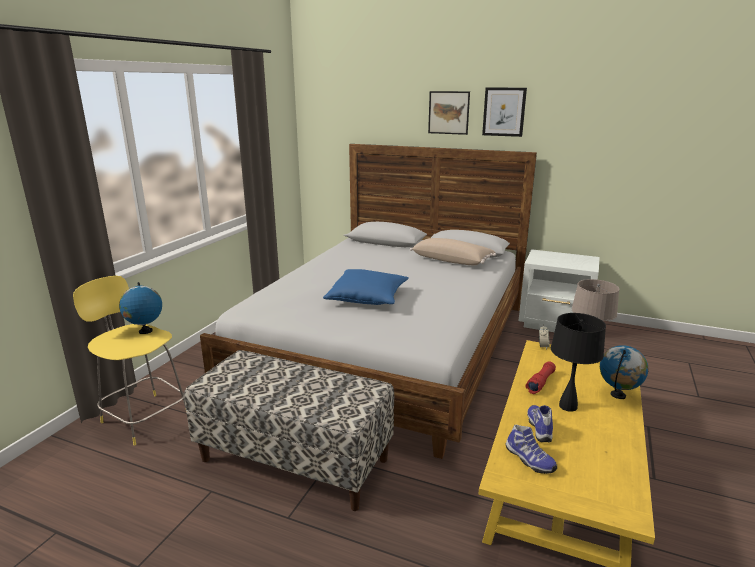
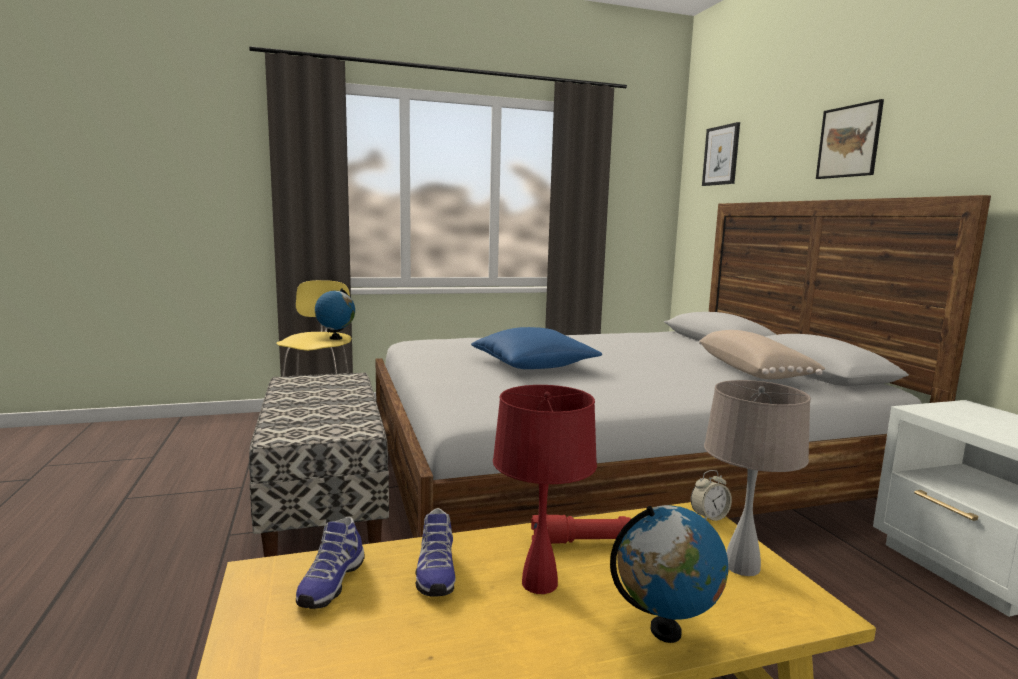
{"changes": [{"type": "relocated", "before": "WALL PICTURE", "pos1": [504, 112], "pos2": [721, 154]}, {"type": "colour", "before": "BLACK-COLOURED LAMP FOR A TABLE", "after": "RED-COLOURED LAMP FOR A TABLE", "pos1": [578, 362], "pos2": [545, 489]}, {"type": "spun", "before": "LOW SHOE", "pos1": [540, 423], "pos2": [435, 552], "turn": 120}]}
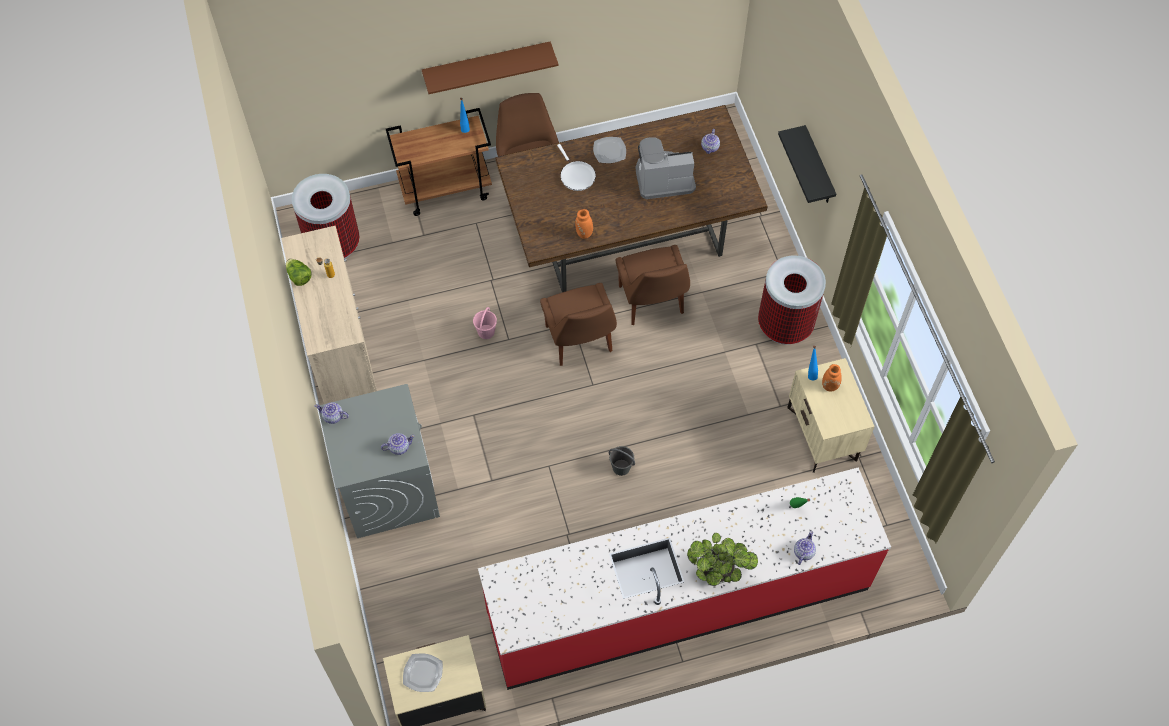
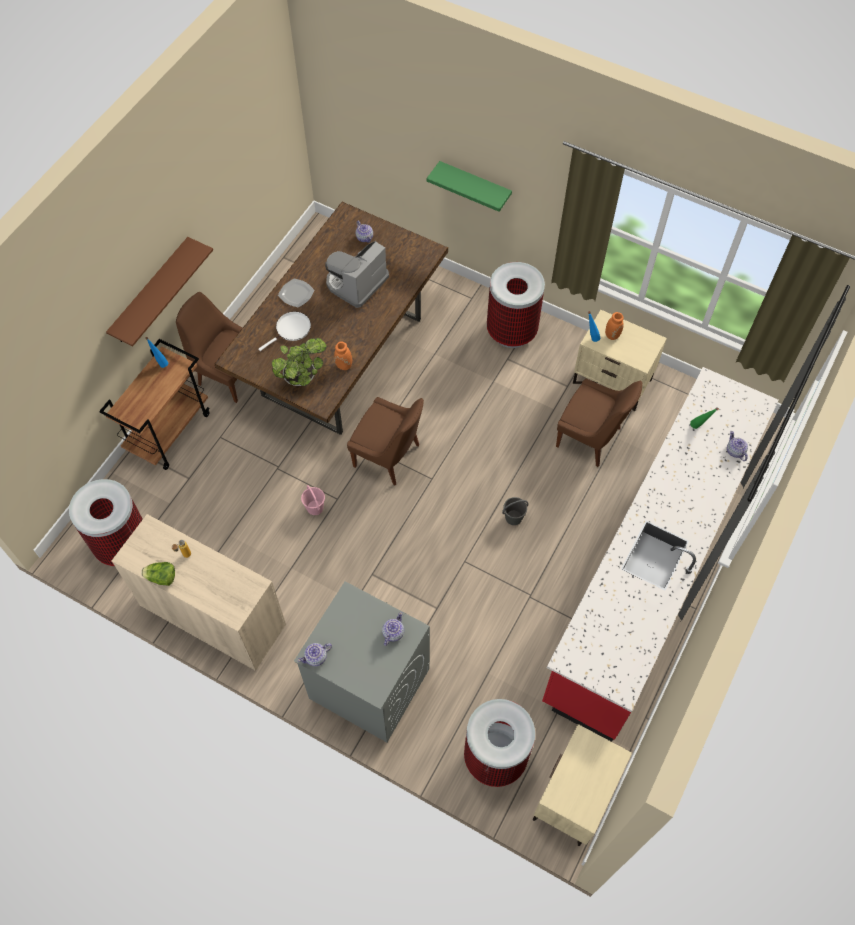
{"changes": [{"type": "colour", "before": "BLACK-COLOURED WALL SHELF", "after": "GREENISH WALL SHELF", "pos1": [807, 164], "pos2": [469, 186]}, {"type": "spun", "before": "WHITE SKILLET", "pos1": [576, 167], "pos2": [284, 331], "turn": -60}, {"type": "relocated", "before": "BROWN UPRIGHT CHAIR", "pos1": [653, 285], "pos2": [599, 422]}, {"type": "relocated", "before": "POTTED PLANT", "pos1": [722, 559], "pos2": [299, 362]}, {"type": "missing", "before": "FLAT DISH", "pos1": [423, 672]}, {"type": "appeared", "after": "TRASH CAN", "pos2": [499, 743]}]}
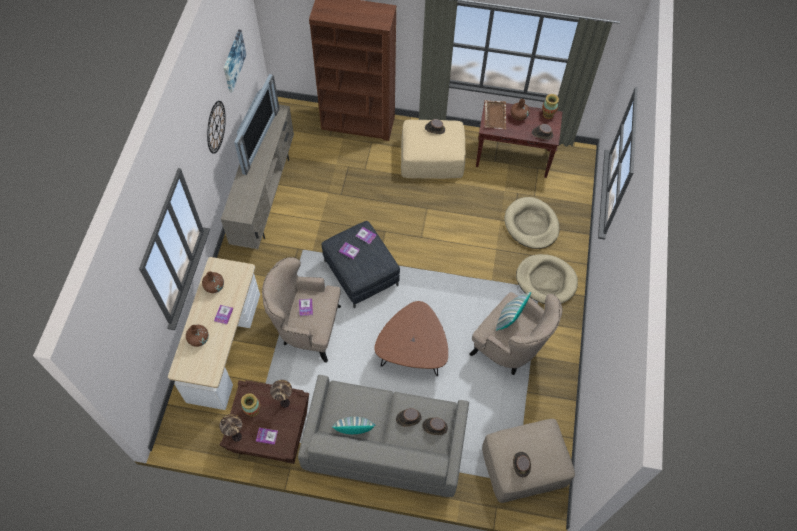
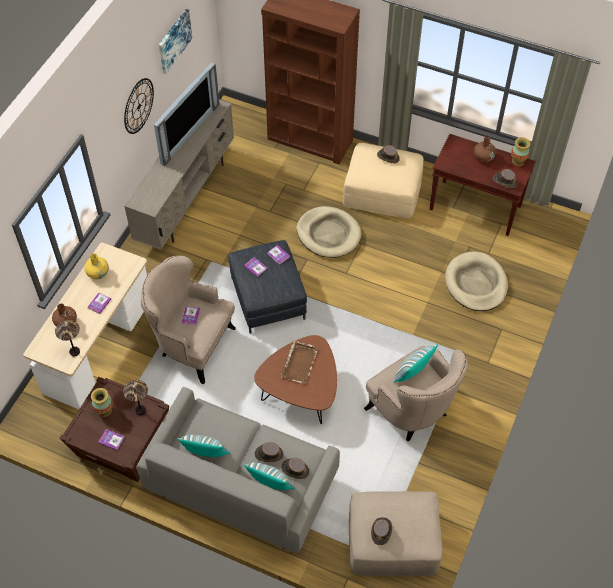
{"changes": [{"type": "relocated", "before": "BROWN CARRYING TRAY", "pos1": [495, 114], "pos2": [299, 362]}, {"type": "relocated", "before": "BEIGE DOG CUSHION", "pos1": [547, 279], "pos2": [329, 232]}, {"type": "colour", "before": "BROWN DECORATIVE VASE", "after": "YELLOW DECORATIVE VASE", "pos1": [213, 282], "pos2": [97, 266]}, {"type": "relocated", "before": "LAMP FOR A TABLE", "pos1": [230, 428], "pos2": [67, 338]}, {"type": "appeared", "after": "CUSHION", "pos2": [269, 476]}]}
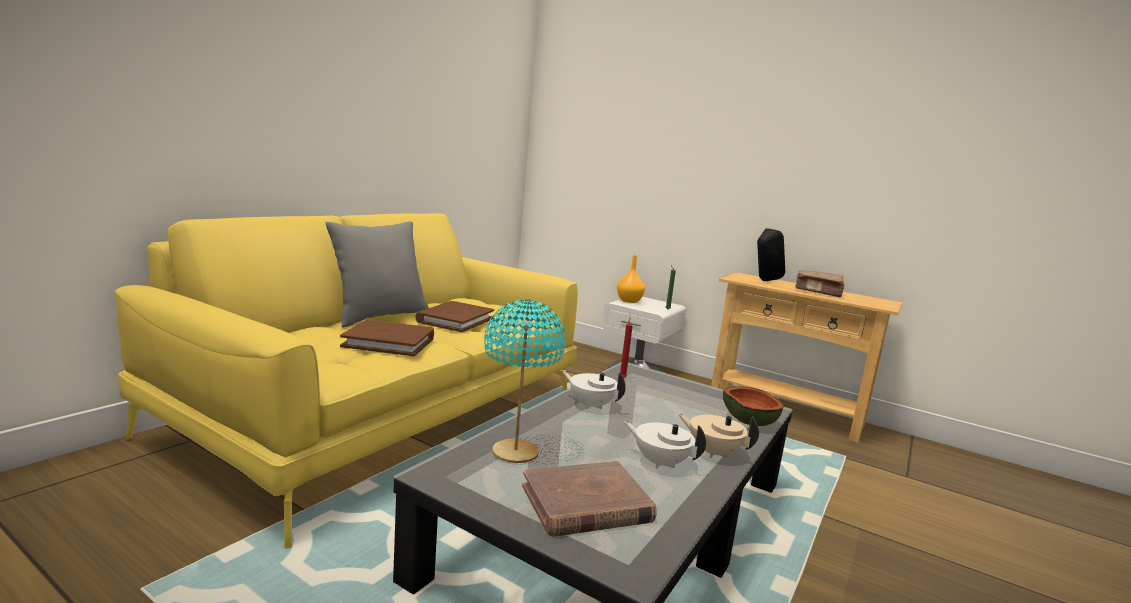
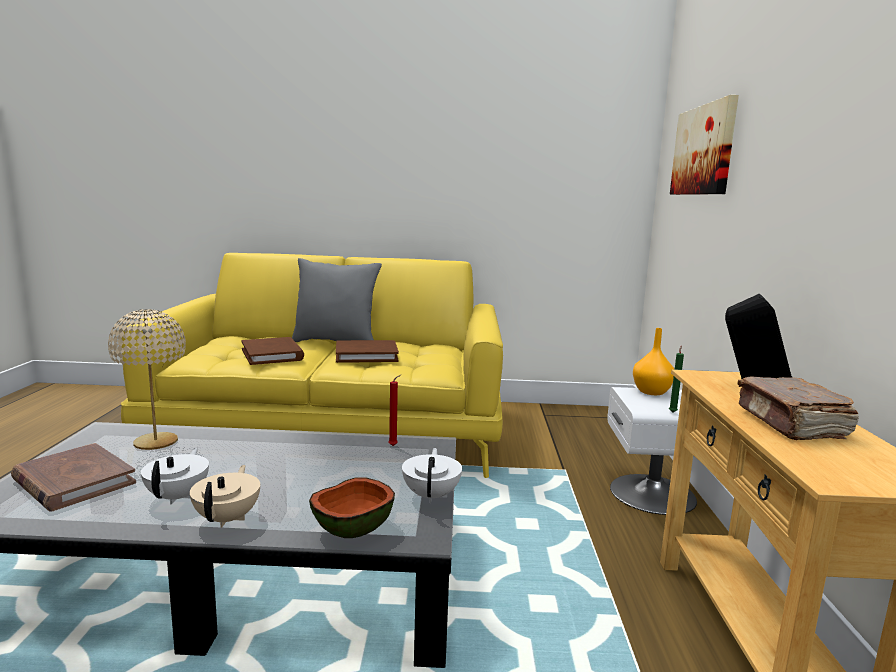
{"changes": [{"type": "colour", "before": "TURQUOISE-COLOURED LAMP FOR A TABLE", "after": "BEIGE LAMP FOR A TABLE", "pos1": [525, 381], "pos2": [147, 379]}, {"type": "relocated", "before": "WHITE POT FOR TEA", "pos1": [594, 390], "pos2": [432, 475]}, {"type": "appeared", "after": "WALL PICTURE", "pos2": [704, 145]}]}
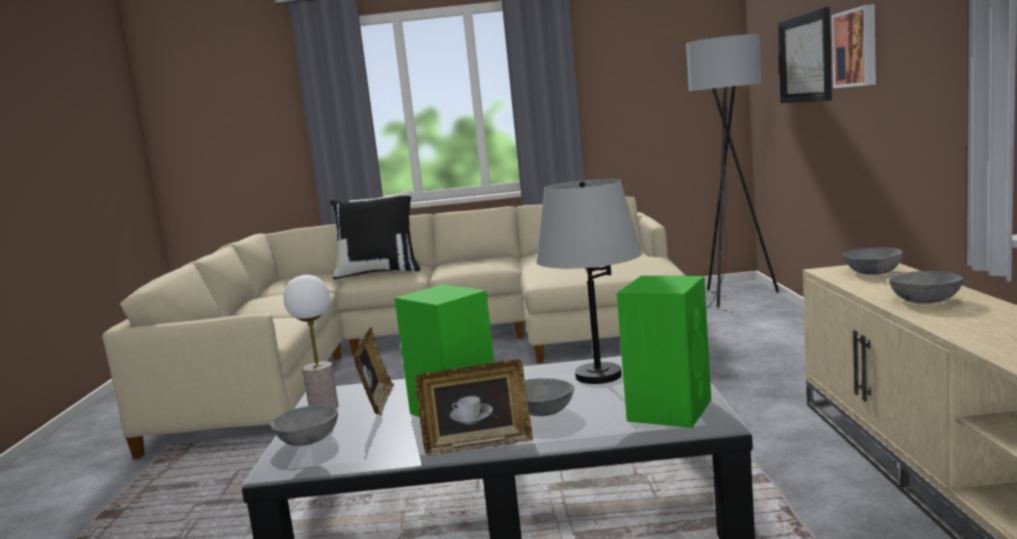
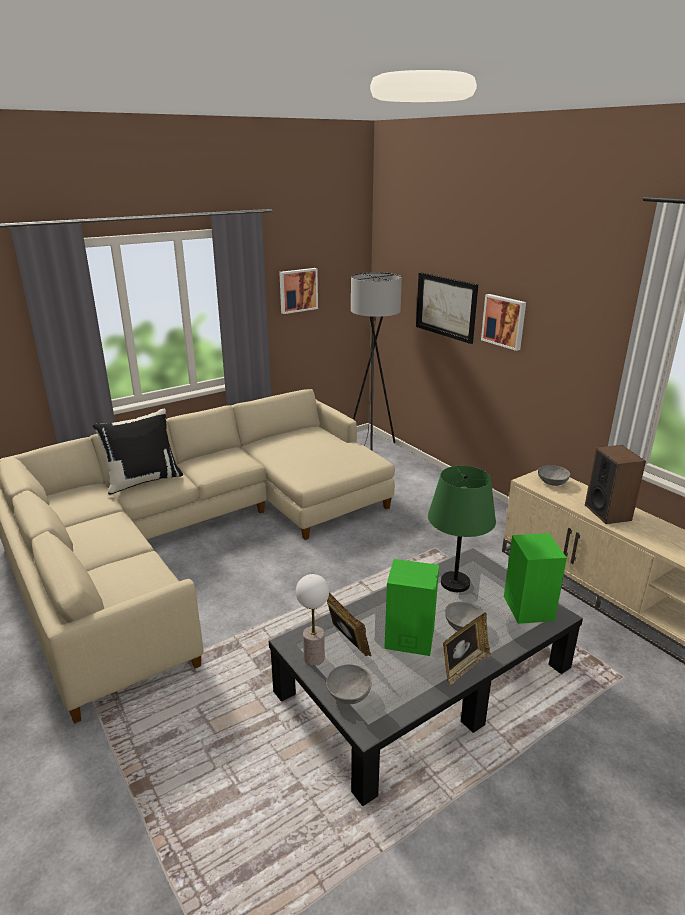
{"changes": [{"type": "colour", "before": "GREYISH LAMP FOR A TABLE", "after": "GREENISH LAMP FOR A TABLE", "pos1": [589, 281], "pos2": [462, 529]}, {"type": "exchanged", "before": "GREYISH DEEP DISH", "after": "AUDIO SPEAKER", "pos1": [926, 287], "pos2": [615, 484]}, {"type": "appeared", "after": "WALL PICTURE", "pos2": [298, 291]}]}
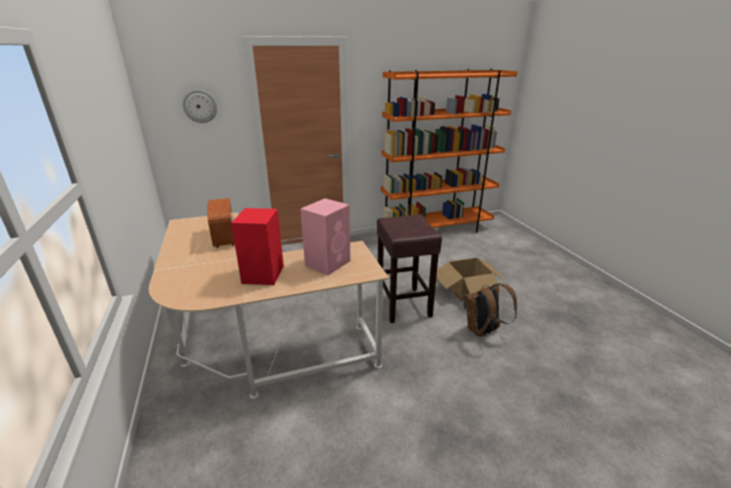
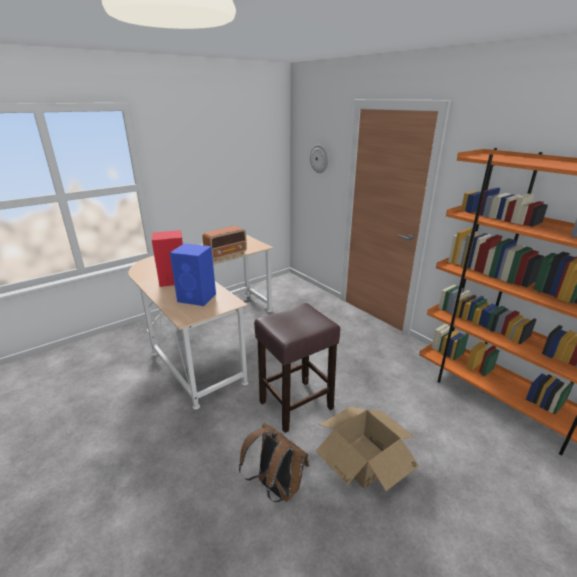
{"changes": [{"type": "colour", "before": "PINKISH AUDIO SPEAKER", "after": "BLUE AUDIO SPEAKER", "pos1": [325, 236], "pos2": [193, 274]}]}
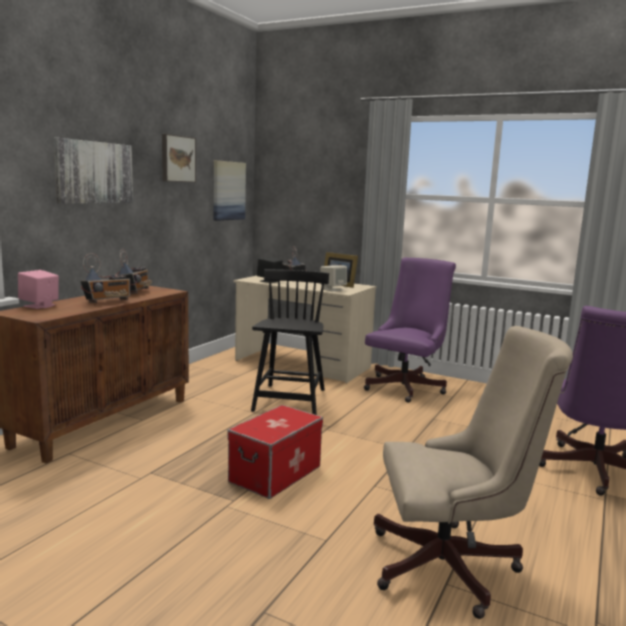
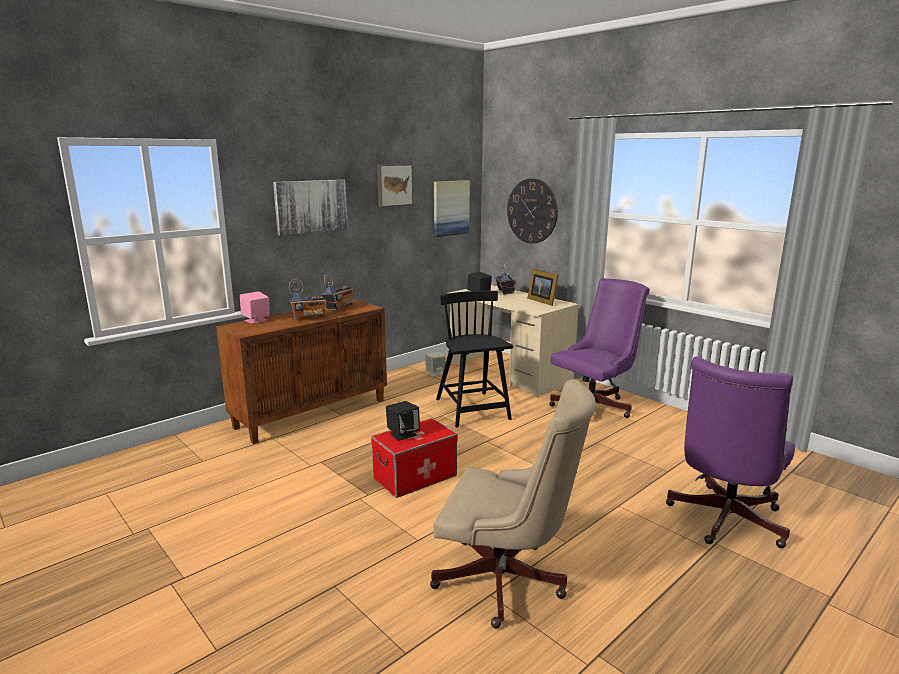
{"changes": [{"type": "relocated", "before": "BEIGE AUDIO SPEAKER", "pos1": [333, 278], "pos2": [435, 364]}, {"type": "spun", "before": "BLACK-COLOURED UPRIGHT CHAIR", "pos1": [290, 342], "pos2": [474, 359], "turn": -45}, {"type": "appeared", "after": "HANGING CLOCK", "pos2": [532, 211]}, {"type": "appeared", "after": "BLACK-COLOURED AUDIO SPEAKER", "pos2": [403, 421]}]}
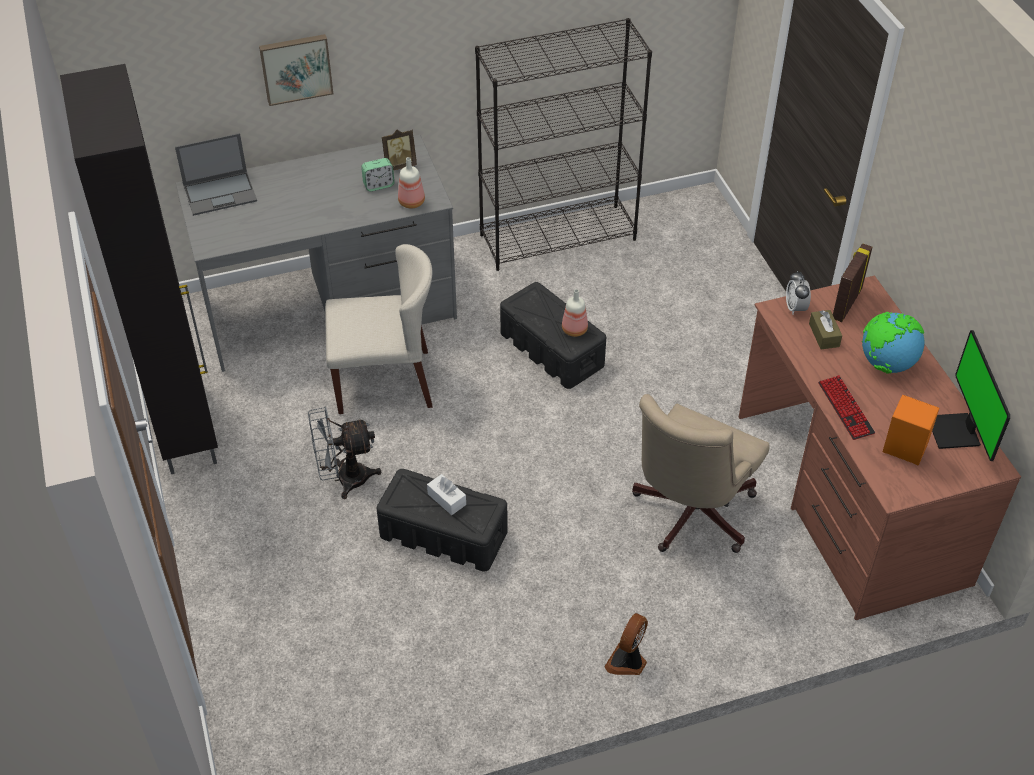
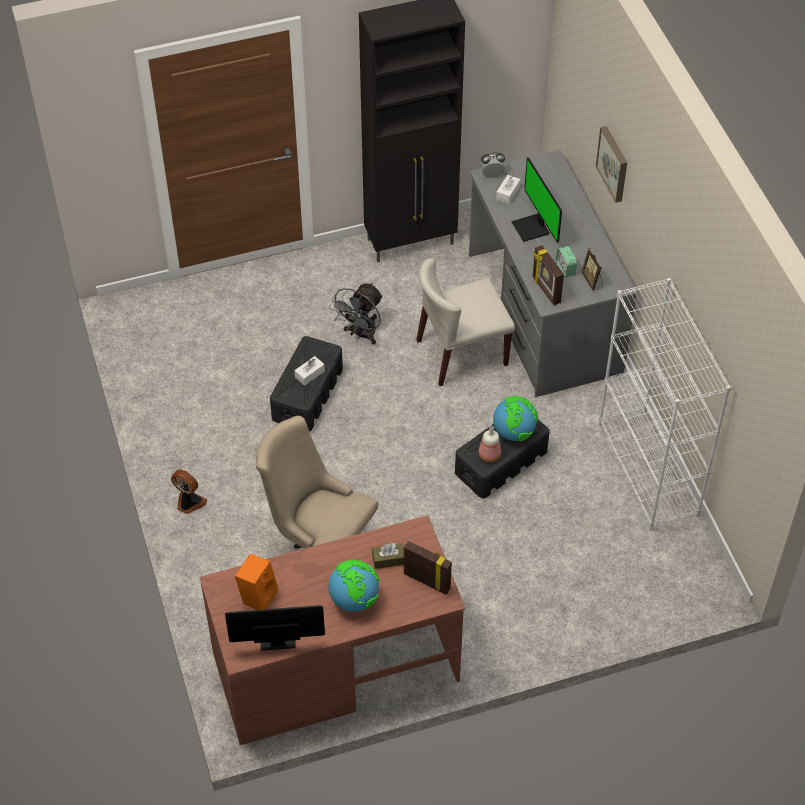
{"changes": [{"type": "colour", "before": "BLACK-COLOURED BOOKSHELF", "after": "WHITE BOOKSHELF", "pos1": [563, 144], "pos2": [665, 404]}, {"type": "missing", "before": "LAPTOP", "pos1": [216, 174]}, {"type": "exchanged", "before": "BEVERAGE BOTTLE", "after": "PICTURE FRAME", "pos1": [411, 182], "pos2": [548, 275]}, {"type": "spun", "before": "BEIGE UPRIGHT CHAIR", "pos1": [378, 329], "pos2": [465, 322], "turn": 75}, {"type": "relocated", "before": "ALARM CLOCK", "pos1": [798, 293], "pos2": [493, 165]}, {"type": "missing", "before": "PC KEYBOARD", "pos1": [846, 407]}, {"type": "spun", "before": "GREYISH FAN", "pos1": [345, 453], "pos2": [356, 313], "turn": -135}, {"type": "appeared", "after": "COMPUTER SCREEN", "pos2": [536, 200]}, {"type": "appeared", "after": "WHITE TISSUE BOX", "pos2": [508, 189]}, {"type": "appeared", "after": "WORLD GLOBE", "pos2": [515, 418]}]}
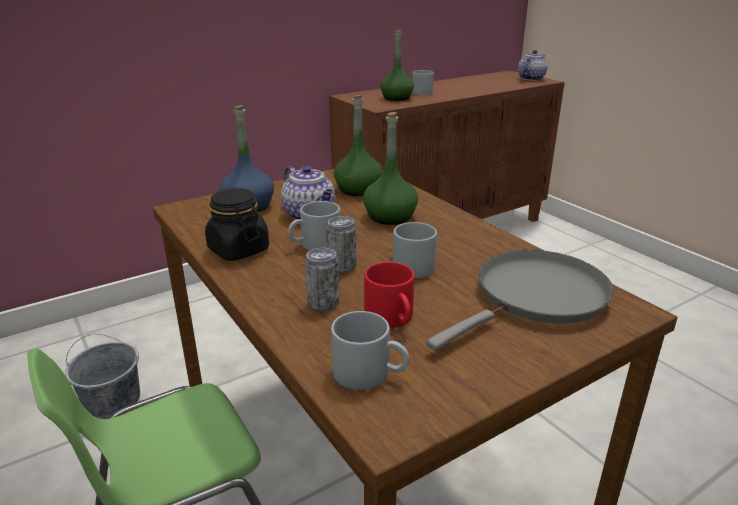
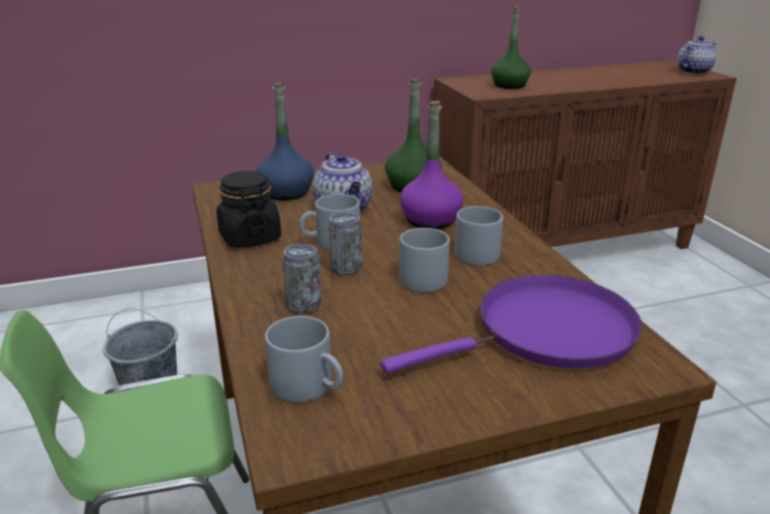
{"changes": [{"type": "relocated", "before": "GREYISH TEA MUG", "pos1": [423, 82], "pos2": [478, 236]}, {"type": "colour", "before": "GREENISH BEVERAGE BOTTLE", "after": "PURPLISH BEVERAGE BOTTLE", "pos1": [390, 168], "pos2": [431, 165]}, {"type": "colour", "before": "GREYISH SKILLET", "after": "PURPLISH SKILLET", "pos1": [520, 300], "pos2": [511, 324]}, {"type": "missing", "before": "RED-COLOURED TEA MUG", "pos1": [389, 295]}]}
